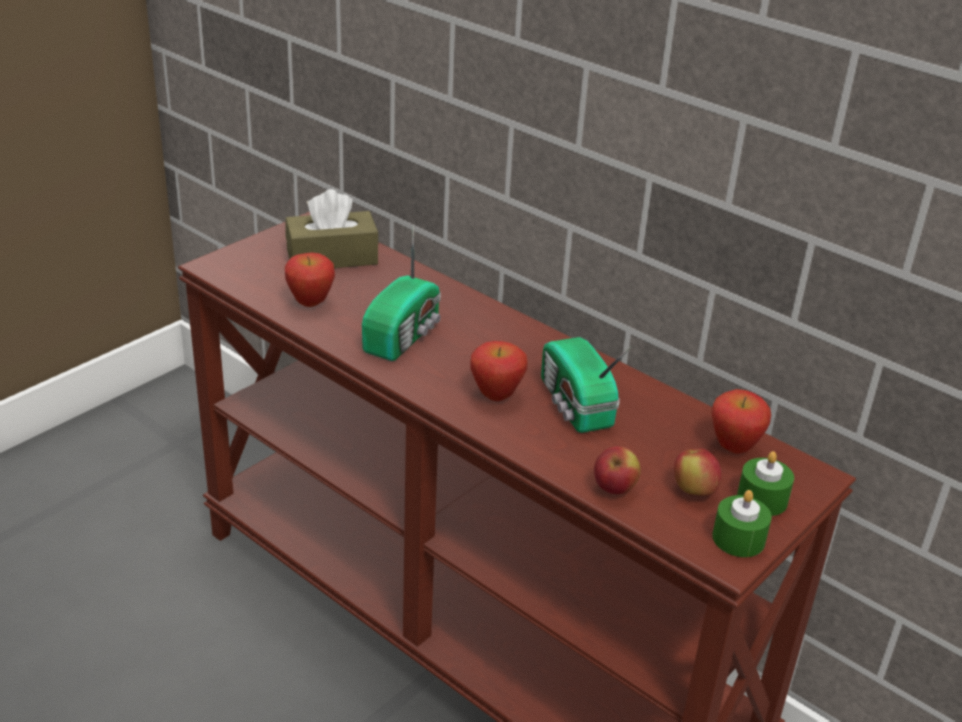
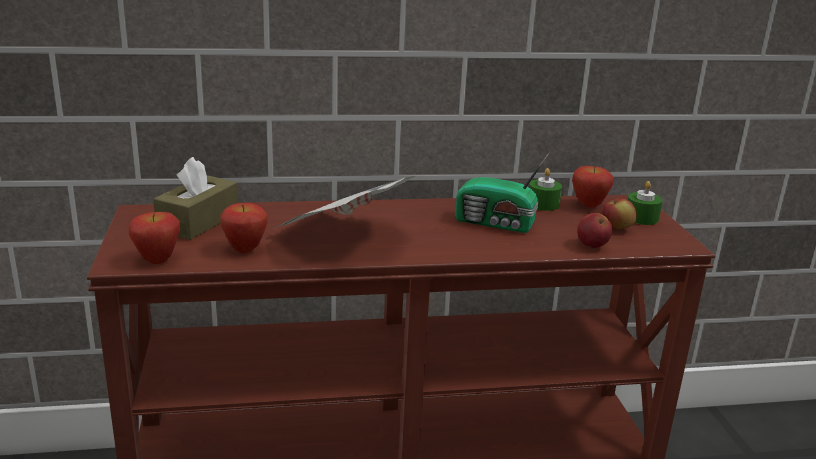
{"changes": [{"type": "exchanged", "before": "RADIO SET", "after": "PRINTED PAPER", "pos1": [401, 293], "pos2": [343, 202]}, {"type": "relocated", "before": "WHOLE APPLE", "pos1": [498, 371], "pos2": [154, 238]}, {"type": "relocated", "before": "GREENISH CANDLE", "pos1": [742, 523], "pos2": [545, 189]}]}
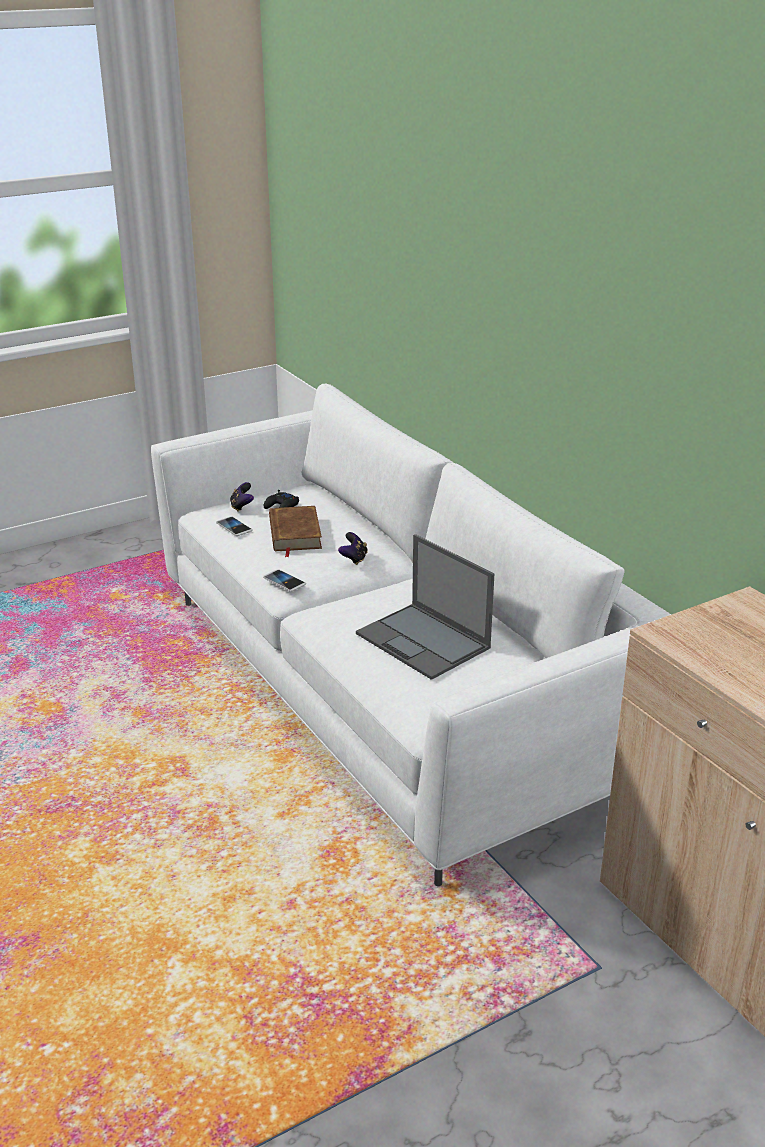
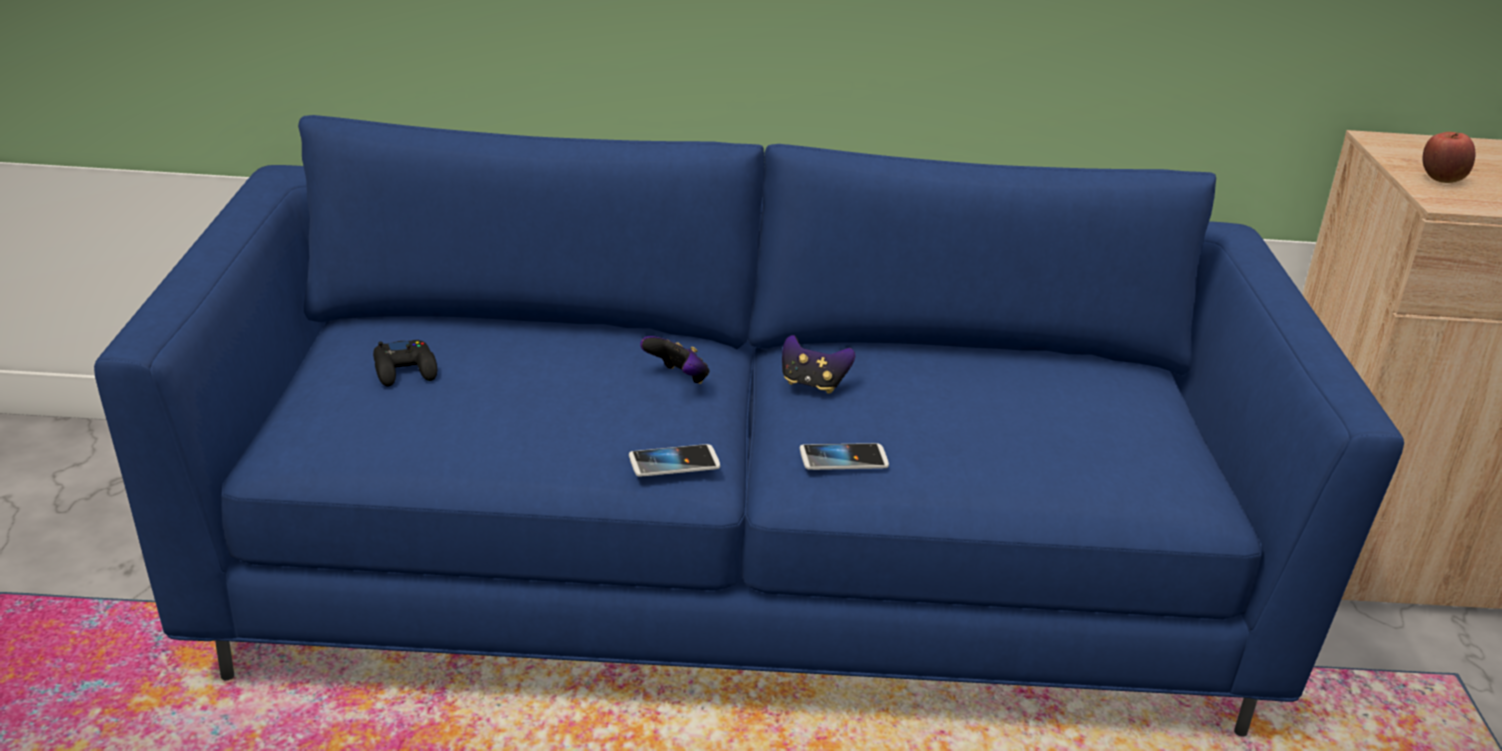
{"changes": [{"type": "colour", "before": "WHITE SETTEE", "after": "BLUE SETTEE", "pos1": [411, 635], "pos2": [749, 426]}, {"type": "relocated", "before": "GAME CONTROLLER", "pos1": [242, 497], "pos2": [818, 364]}, {"type": "missing", "before": "BROWN VOLUME", "pos1": [295, 531]}, {"type": "relocated", "before": "TELEPHONE", "pos1": [234, 526], "pos2": [844, 456]}, {"type": "missing", "before": "LAPTOP", "pos1": [425, 607]}, {"type": "appeared", "after": "WHOLE APPLE", "pos2": [1449, 157]}]}
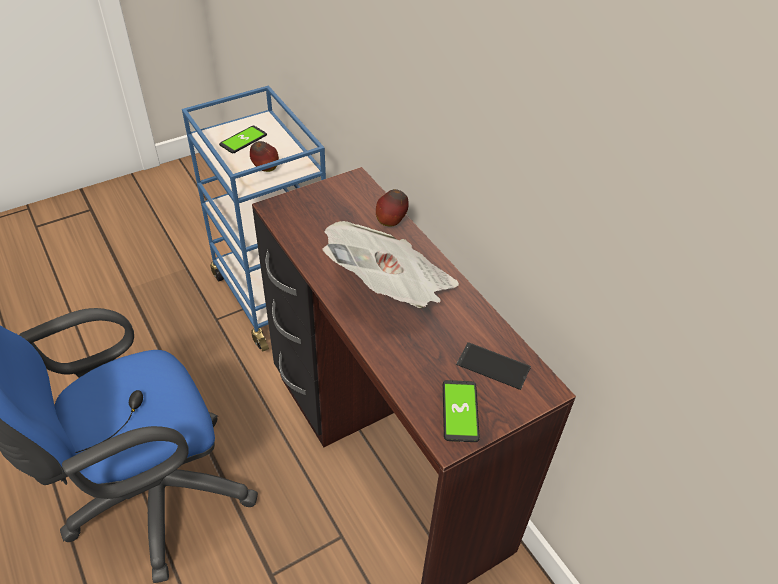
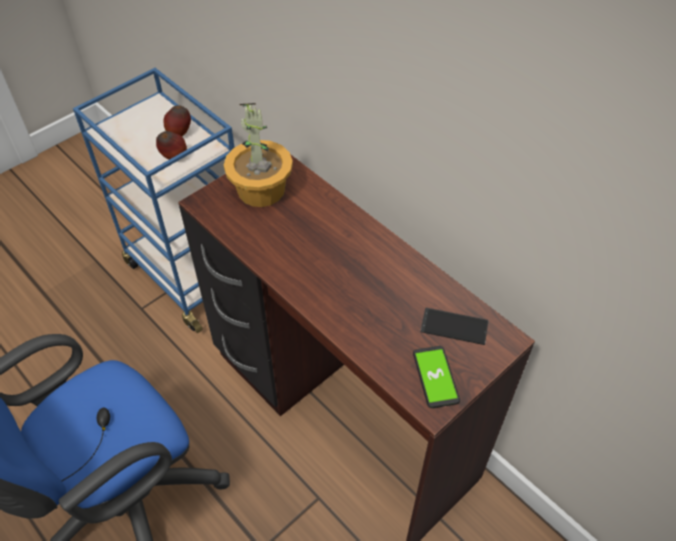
{"changes": [{"type": "missing", "before": "TELEPHONE", "pos1": [243, 139]}, {"type": "relocated", "before": "WHOLE APPLE", "pos1": [392, 208], "pos2": [177, 120]}, {"type": "missing", "before": "PRINTED PAPER", "pos1": [390, 264]}, {"type": "appeared", "after": "POTTED PLANT", "pos2": [258, 155]}]}
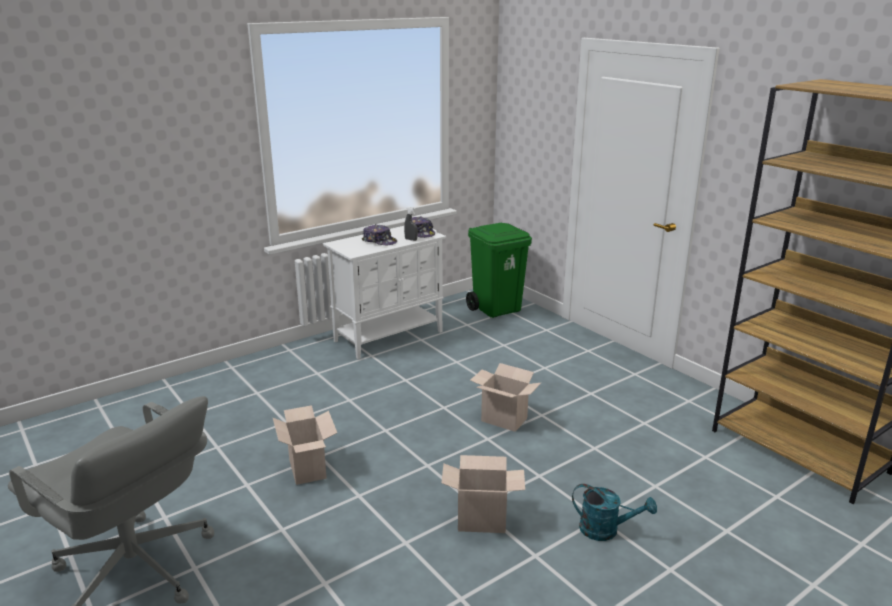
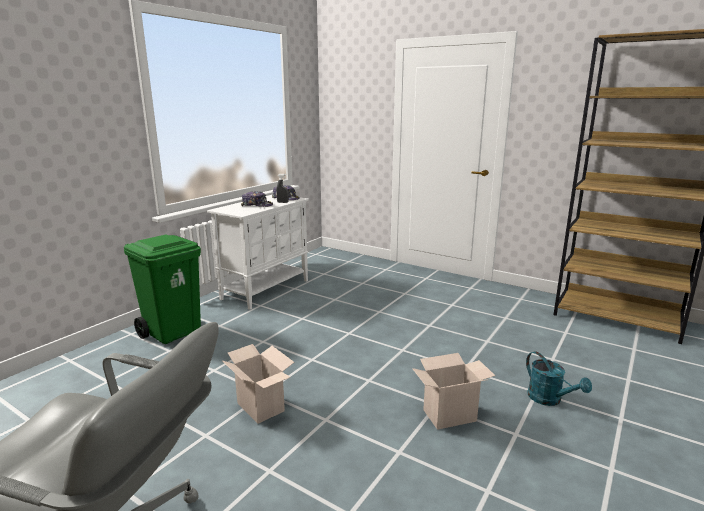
{"changes": [{"type": "relocated", "before": "GREENISH TRASH CAN", "pos1": [499, 270], "pos2": [162, 289]}, {"type": "missing", "before": "CARTON", "pos1": [505, 397]}, {"type": "spun", "before": "TURQUOISE-COLOURED SPRINKLING CAN", "pos1": [614, 512], "pos2": [559, 378], "turn": 60}]}
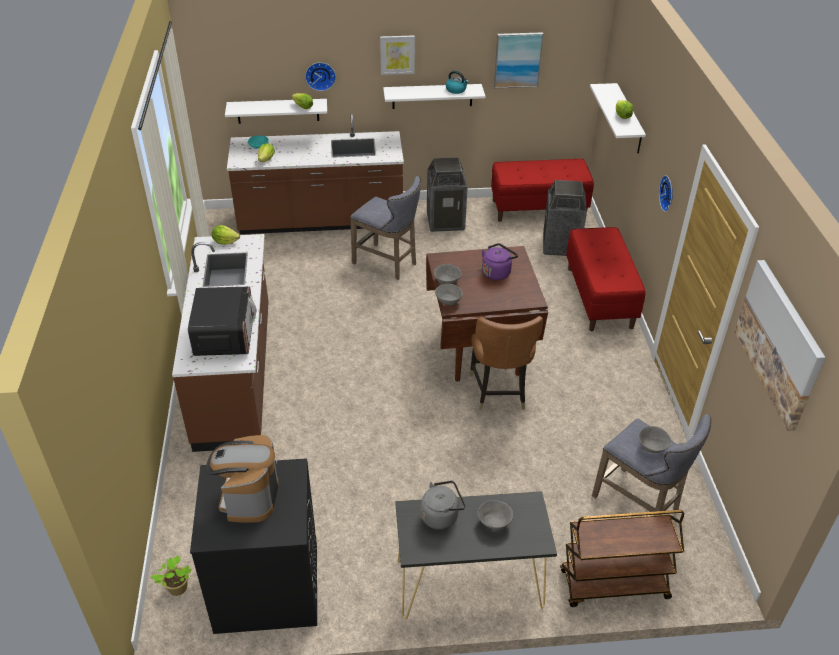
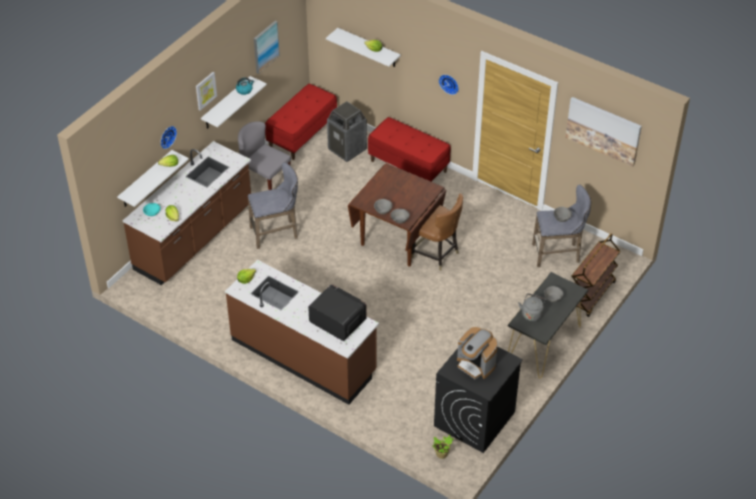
{"changes": [{"type": "exchanged", "before": "TRASH CAN", "after": "GREYISH UPRIGHT CHAIR", "pos1": [447, 194], "pos2": [264, 155]}, {"type": "missing", "before": "PURPLISH WATER KETTLE", "pos1": [500, 261]}]}
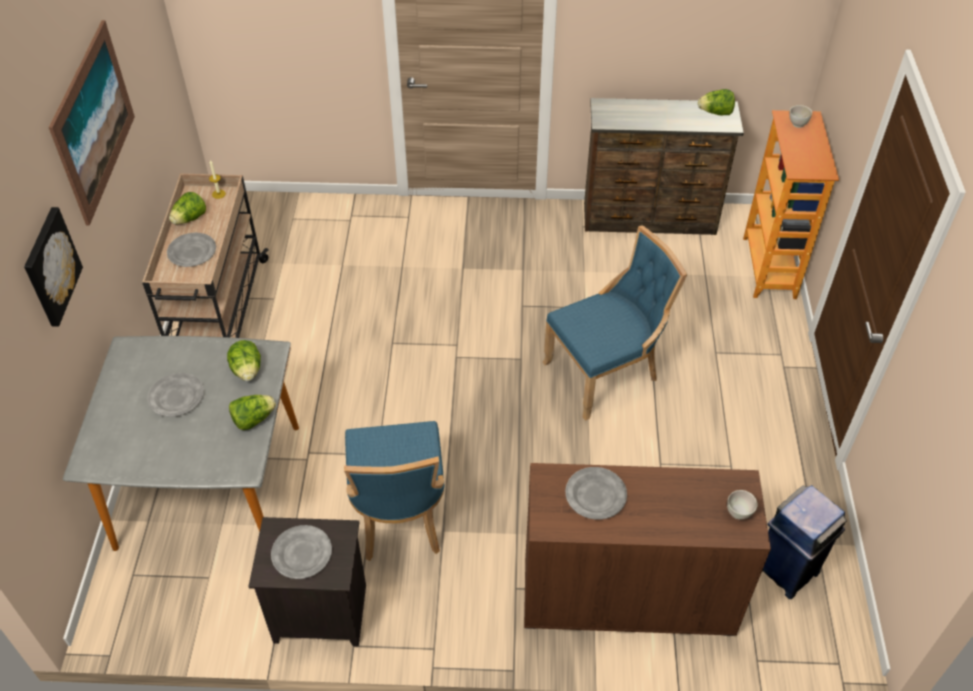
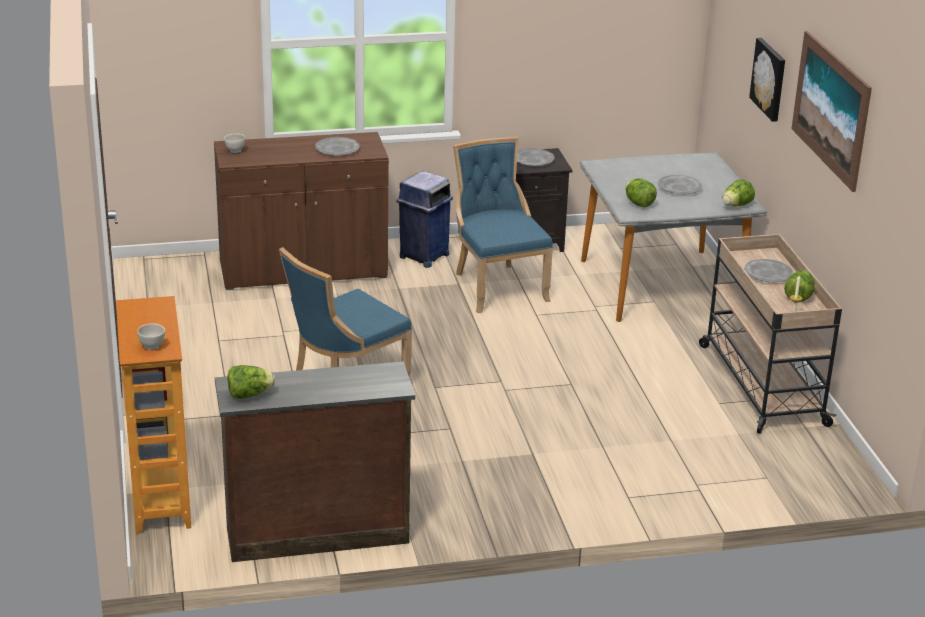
{"changes": [{"type": "relocated", "before": "LETTUCE", "pos1": [252, 412], "pos2": [738, 192]}, {"type": "relocated", "before": "BLUE TRASH CAN", "pos1": [804, 542], "pos2": [424, 219]}]}
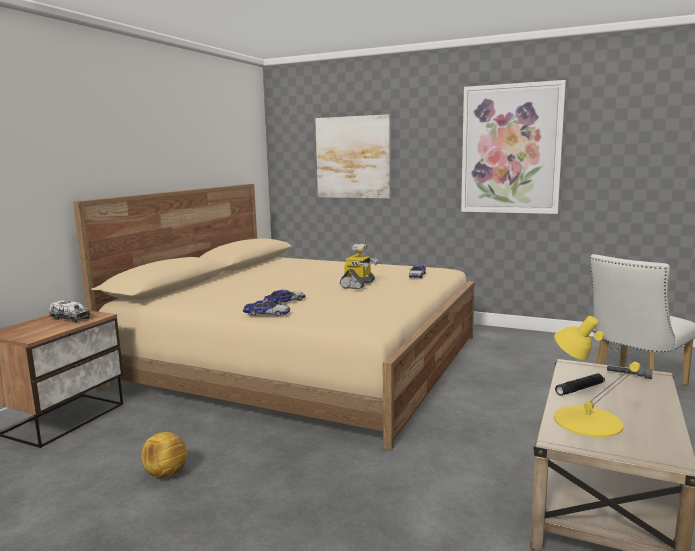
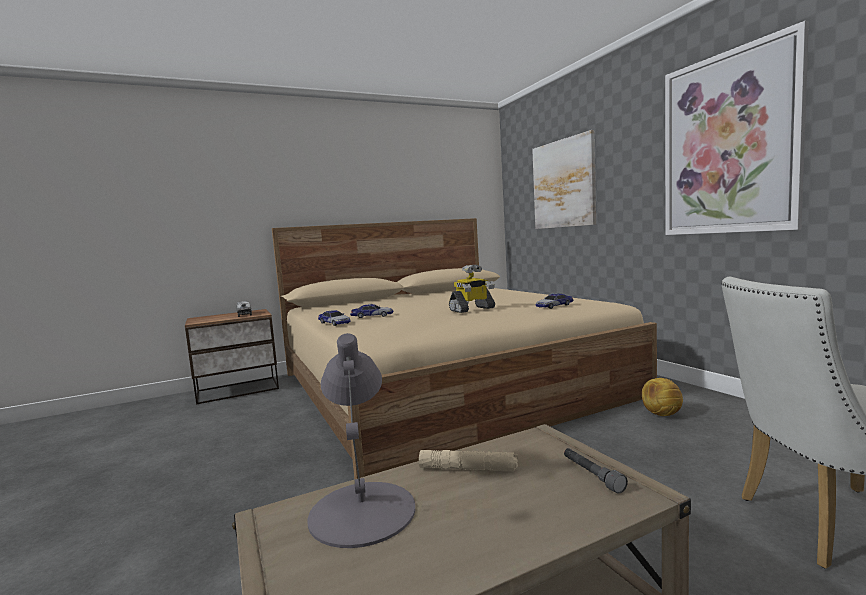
{"changes": [{"type": "colour", "before": "YELLOW LAMP FOR A TABLE", "after": "GREYISH LAMP FOR A TABLE", "pos1": [597, 376], "pos2": [361, 440]}, {"type": "colour", "before": "BLACK-COLOURED FLASHLIGHT", "after": "BEIGE FLASHLIGHT", "pos1": [580, 384], "pos2": [468, 460]}, {"type": "relocated", "before": "FOOTBALL BALL", "pos1": [164, 455], "pos2": [662, 397]}]}
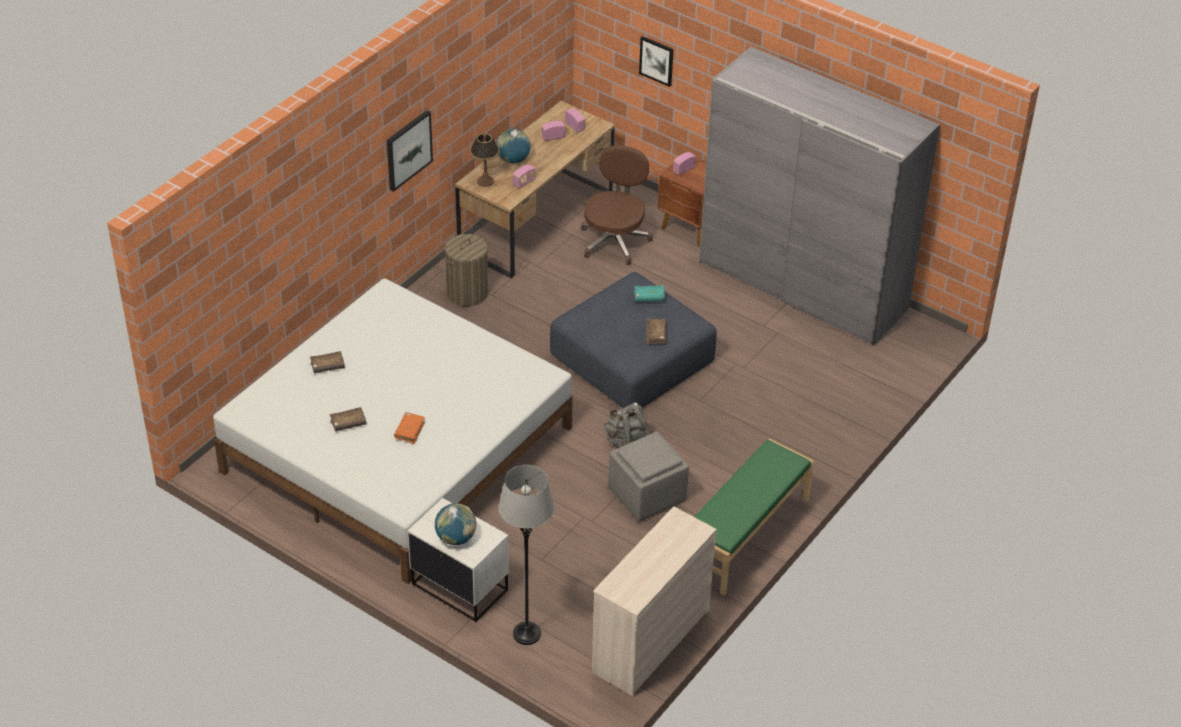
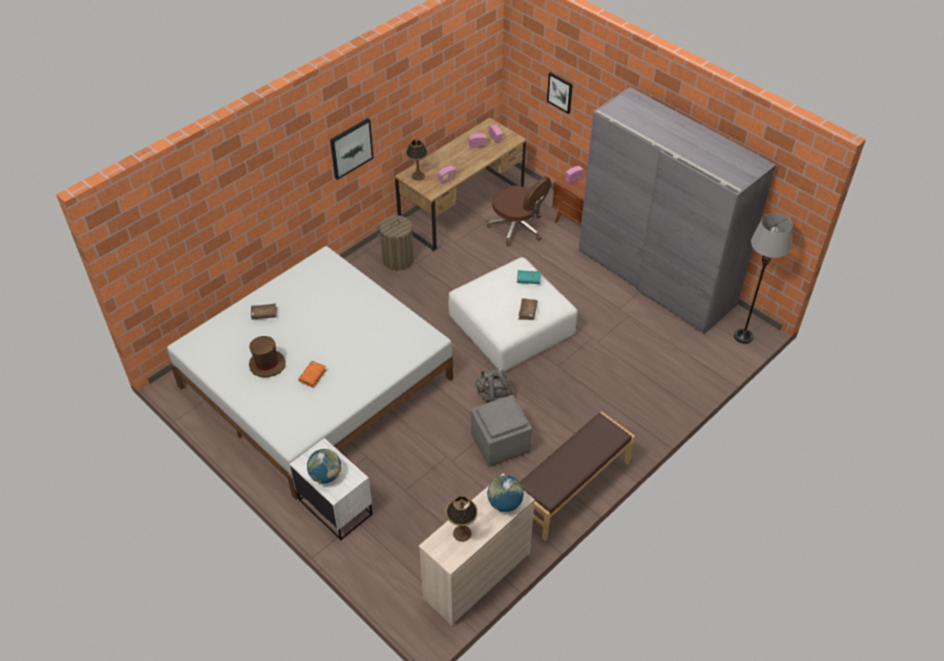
{"changes": [{"type": "relocated", "before": "WORLD GLOBE", "pos1": [513, 146], "pos2": [505, 493]}, {"type": "spun", "before": "BROWN COMPUTER CHAIR", "pos1": [617, 205], "pos2": [519, 211], "turn": 105}, {"type": "colour", "before": "BLUE FOOTREST", "after": "WHITE FOOTREST", "pos1": [633, 340], "pos2": [513, 314]}, {"type": "exchanged", "before": "BROWN VOLUME", "after": "BROWN CLOTHING HAT", "pos1": [348, 419], "pos2": [267, 356]}, {"type": "colour", "before": "GREENISH INDOOR BENCH", "after": "BROWN INDOOR BENCH", "pos1": [754, 516], "pos2": [577, 476]}, {"type": "relocated", "before": "GREYISH FLOOR LAMP", "pos1": [526, 555], "pos2": [763, 278]}, {"type": "appeared", "after": "LAMP FOR A TABLE", "pos2": [462, 519]}]}
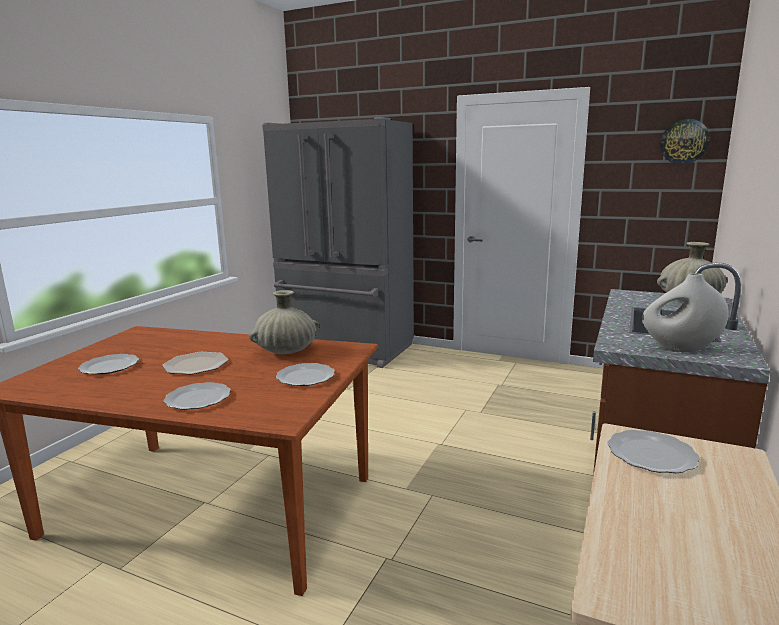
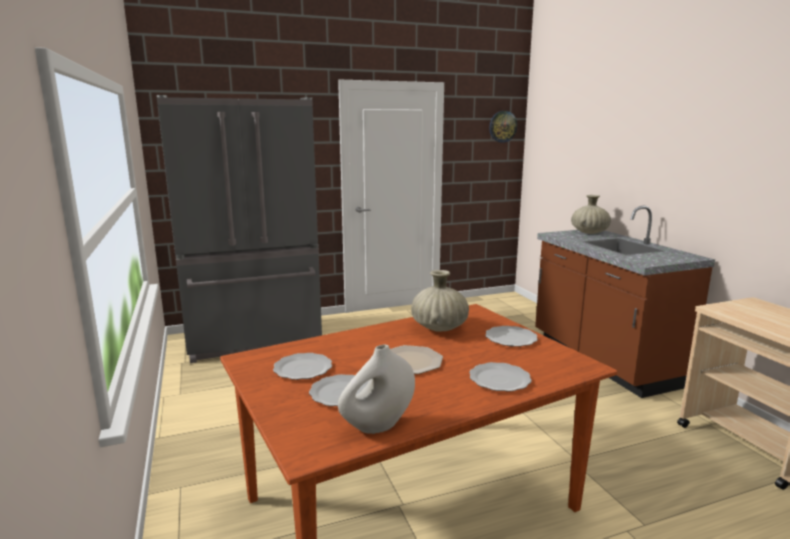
{"changes": [{"type": "relocated", "before": "WHITE DECORATIVE VASE", "pos1": [685, 312], "pos2": [376, 389]}, {"type": "relocated", "before": "FLAT DISH", "pos1": [654, 451], "pos2": [302, 366]}]}
